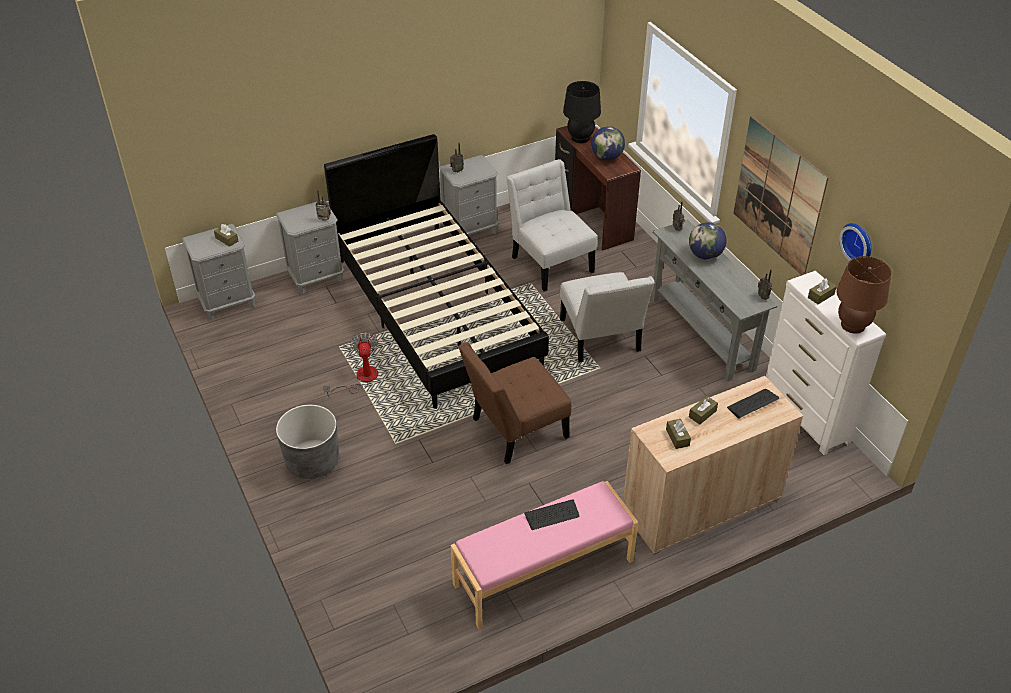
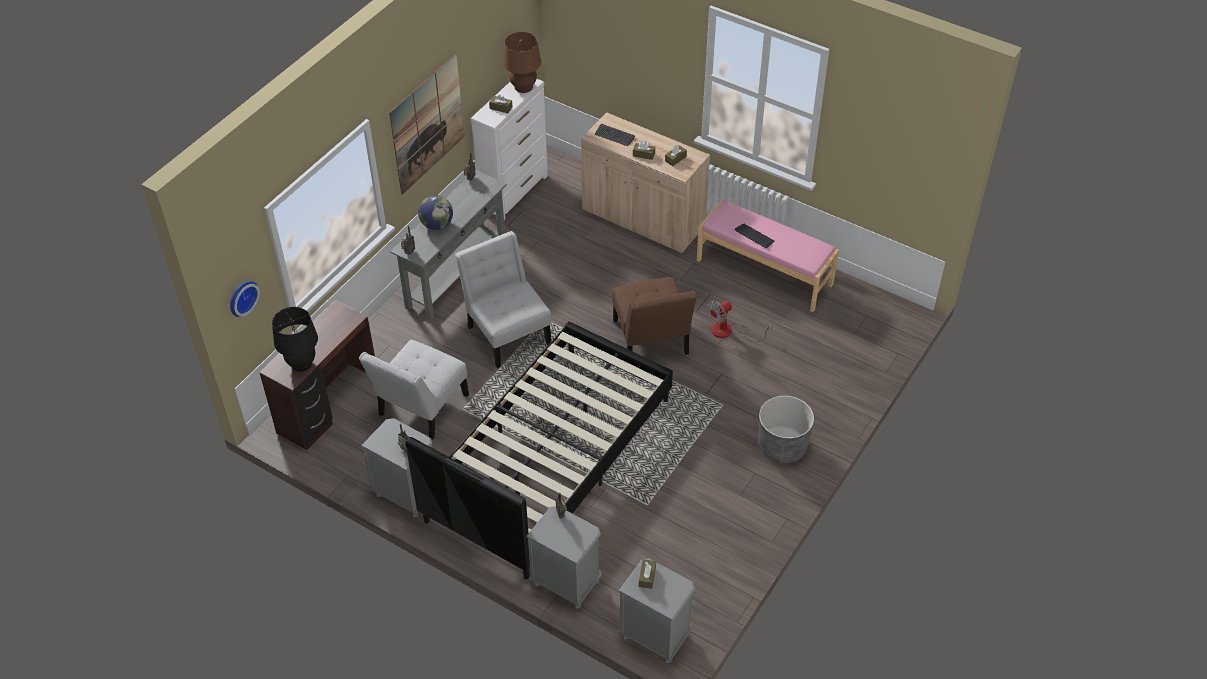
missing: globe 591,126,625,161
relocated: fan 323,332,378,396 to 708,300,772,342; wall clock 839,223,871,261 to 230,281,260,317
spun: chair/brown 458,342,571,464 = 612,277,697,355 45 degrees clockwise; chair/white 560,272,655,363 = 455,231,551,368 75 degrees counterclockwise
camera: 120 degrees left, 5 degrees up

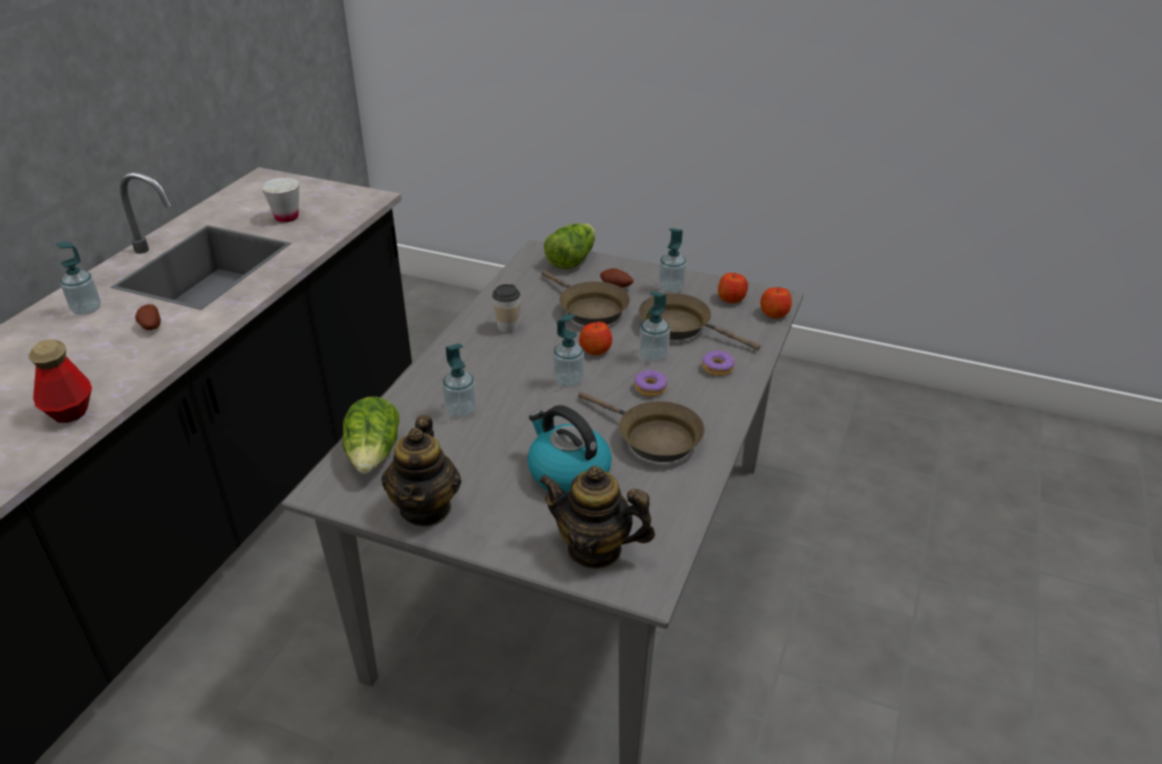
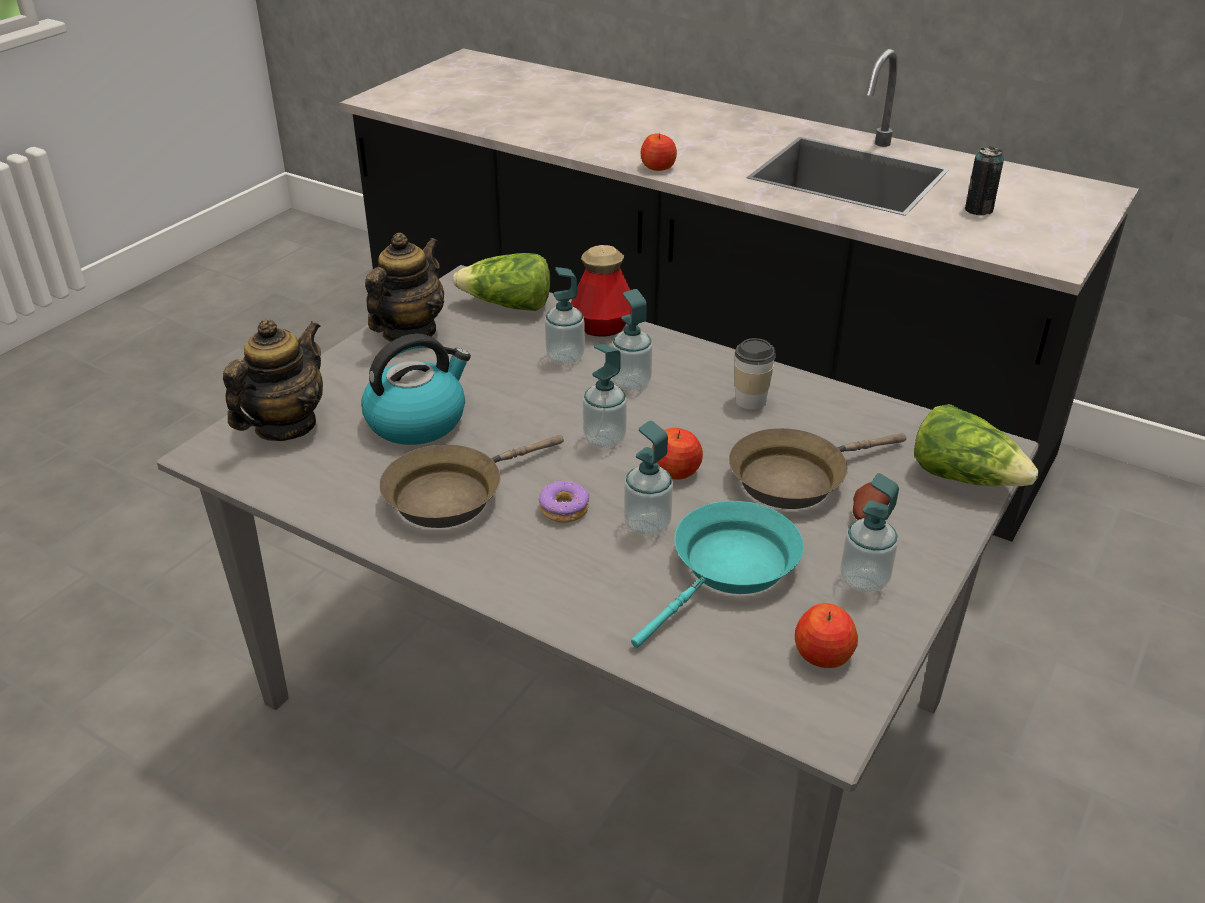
missing: potato 135,304,161,330; donut 702,351,735,376
relocated: bottle 28,339,92,423 to 571,245,631,337; soap dispenser 56,242,101,315 to 612,289,652,391; apple 760,287,792,318 to 640,132,677,171
exchanged: cup/white 261,178,299,222 to can 965,147,1004,215
colour: frying pan/brown 639,293,760,350 to frying pan/turquoise 631,501,804,648
spun: teapot 382,416,461,526 = 365,233,444,342 105 degrees clockwise
camera: 100 degrees right, 0 degrees up

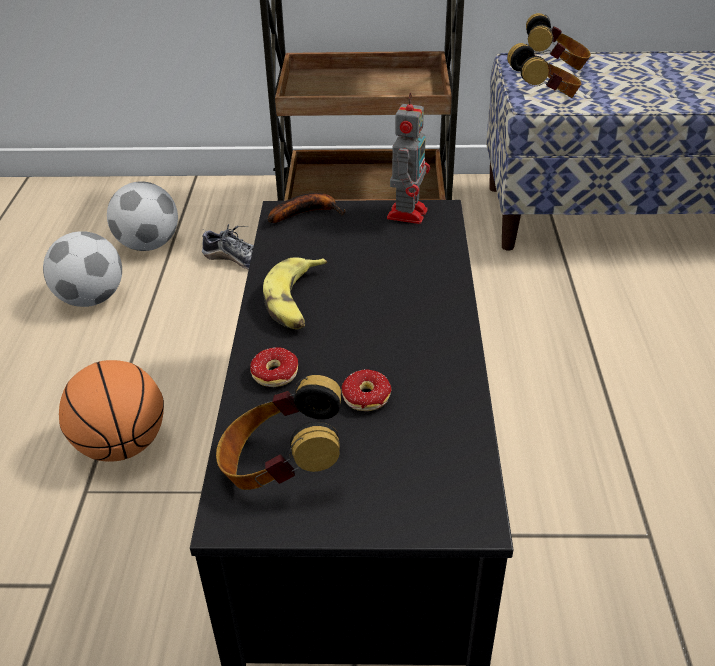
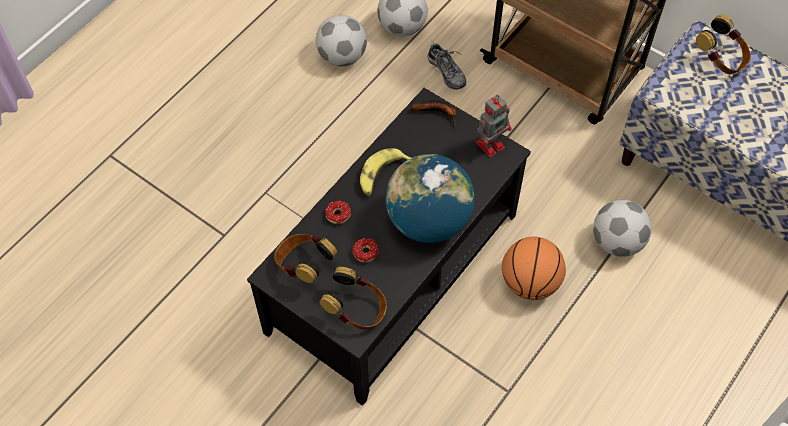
appeared: globe 385,154,474,243; football 593,200,652,257
relocated: basketball 59,360,164,462 to 502,237,566,300; headphones 507,43,581,98 to 319,267,387,329
camera: 35 degrees right, 20 degrees up

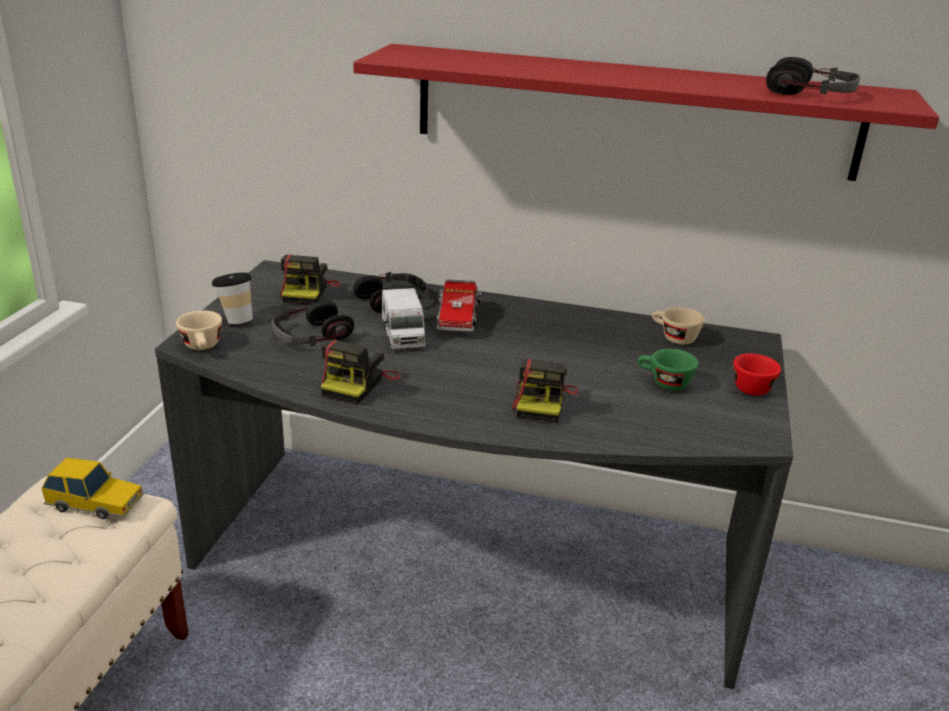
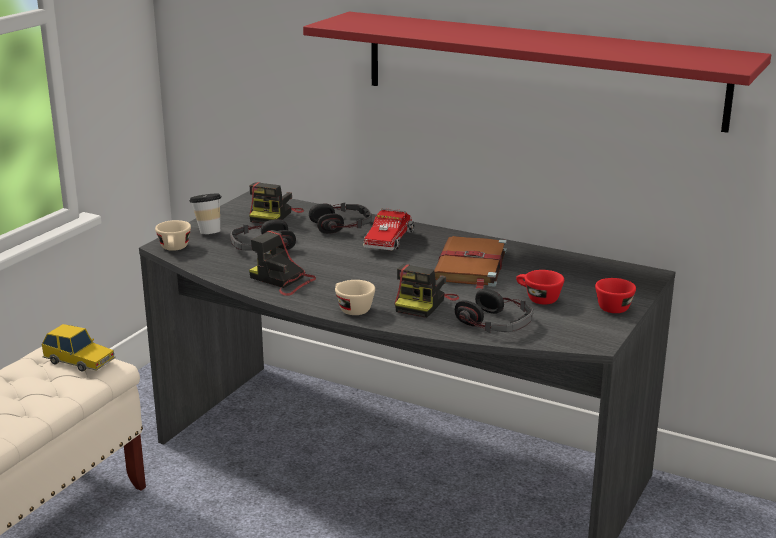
missing: toy truck 382,288,427,349
appeared: book/brown 434,236,507,289
relocated: cup/beige 652,307,705,345 to 335,280,375,315; headphones 766,57,860,95 to 455,289,533,333
colour: cup/green 637,349,698,391 to cup/red 516,270,564,305
spun: photo camera 321,340,401,404 = 249,230,316,296 90 degrees clockwise
camera: 15 degrees right, 5 degrees down

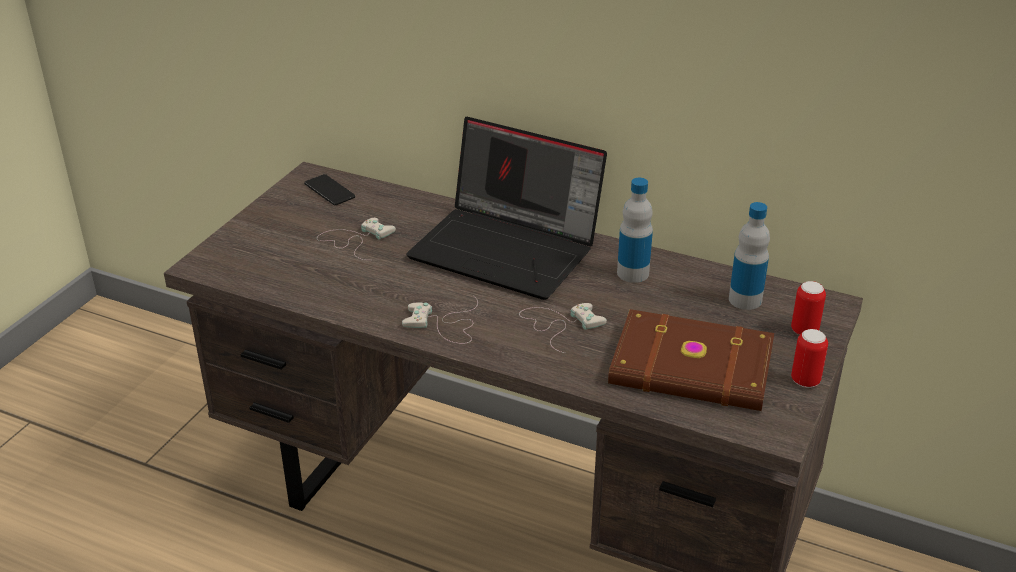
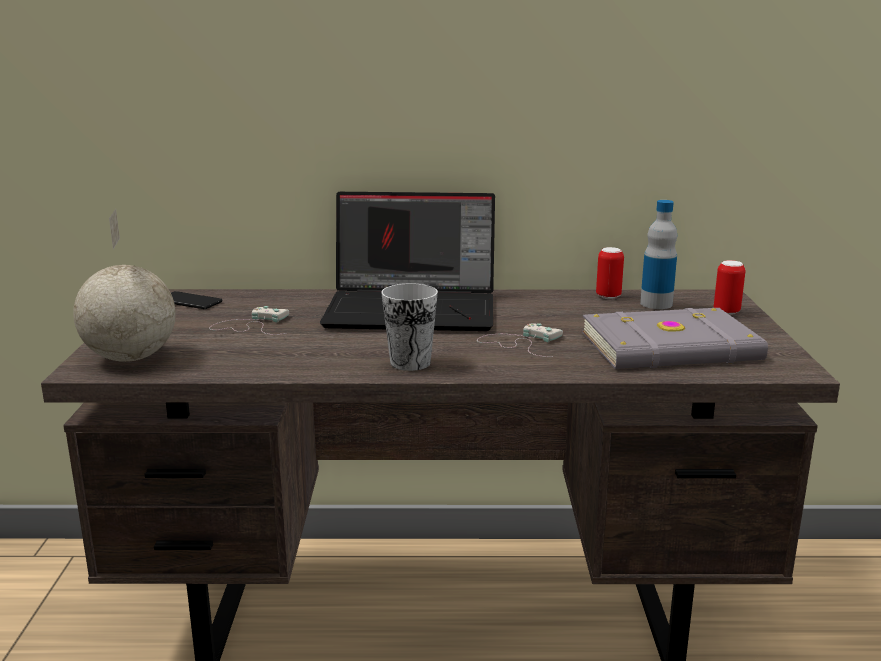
missing: bottle 617,178,653,283
appeared: globe 73,209,176,362
relocated: can 791,329,828,388 to 596,247,624,299
exchanged: game controller/white 402,296,478,344 to cup 381,283,438,371
colour: book/brown 608,309,774,411 to book/grey 582,308,768,369
camera: 25 degrees left, 15 degrees down

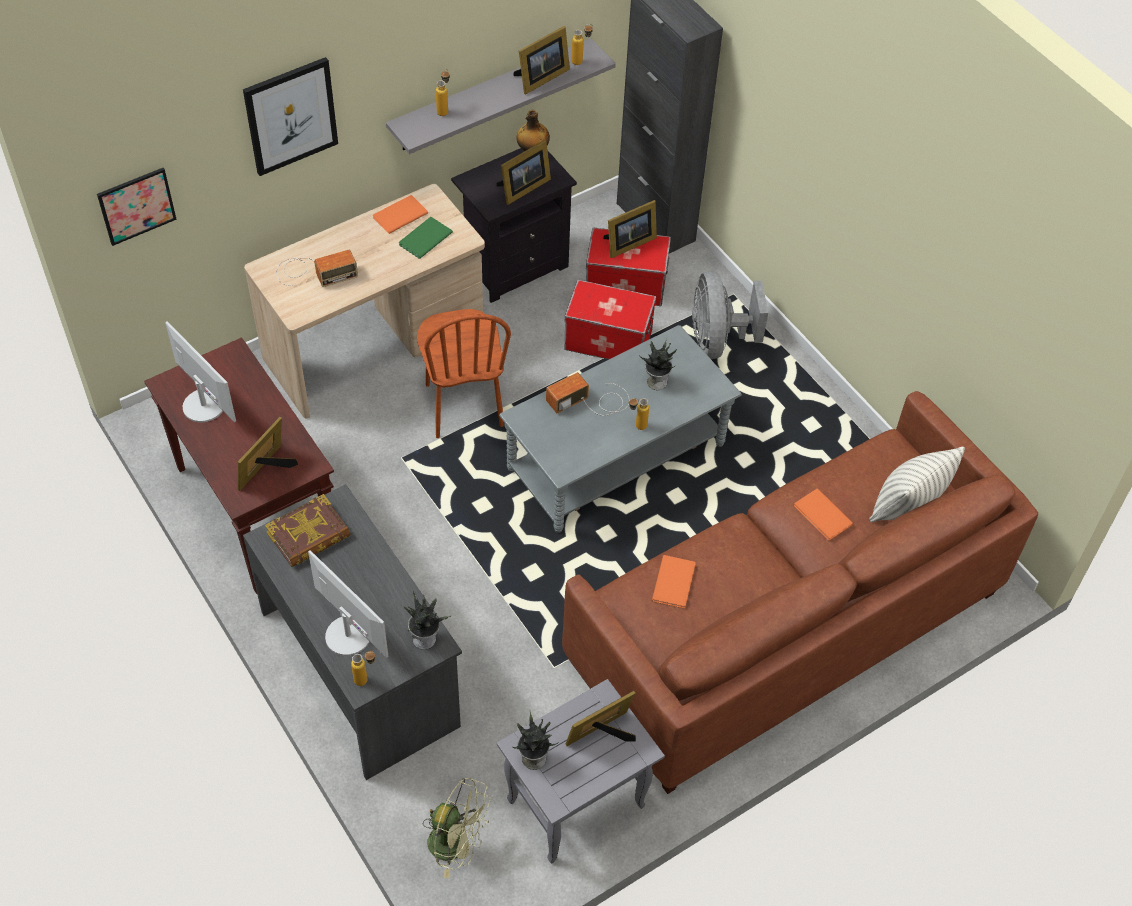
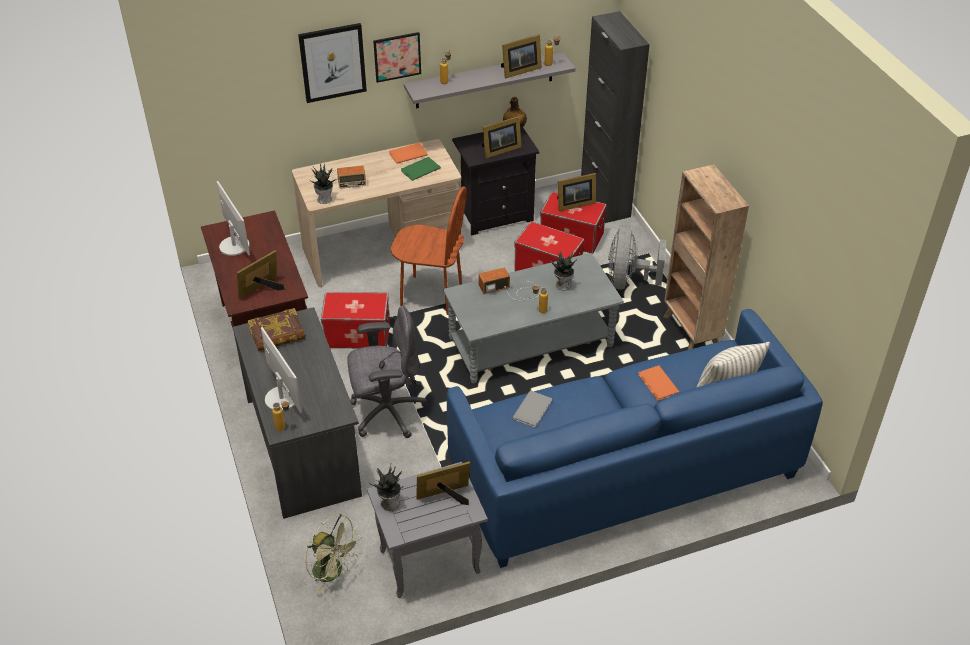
appeared: storage box 321,292,390,348; office chair/grey 347,306,427,438; bookcase/brown 664,164,749,350
relocated: picture 97,168,177,246 to 373,32,421,83; potted plant 404,591,451,650 to 310,163,337,204
colour: sofa/brown 562,391,1038,794 to sofa/blue 447,309,823,568; book/orange 652,555,696,608 to book/grey 512,391,552,428
spun: chair/brown 417,309,511,438 = 391,186,467,315 75 degrees counterclockwise
camera: 15 degrees right, 10 degrees down

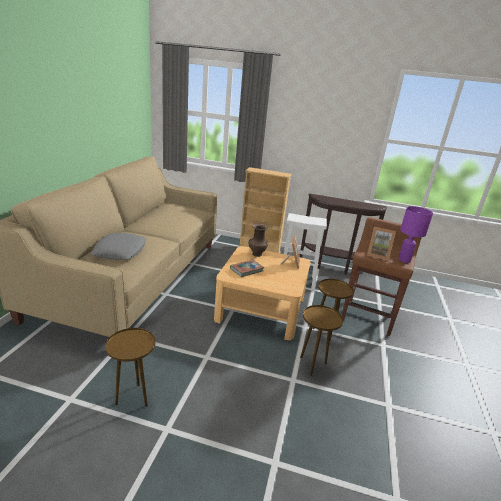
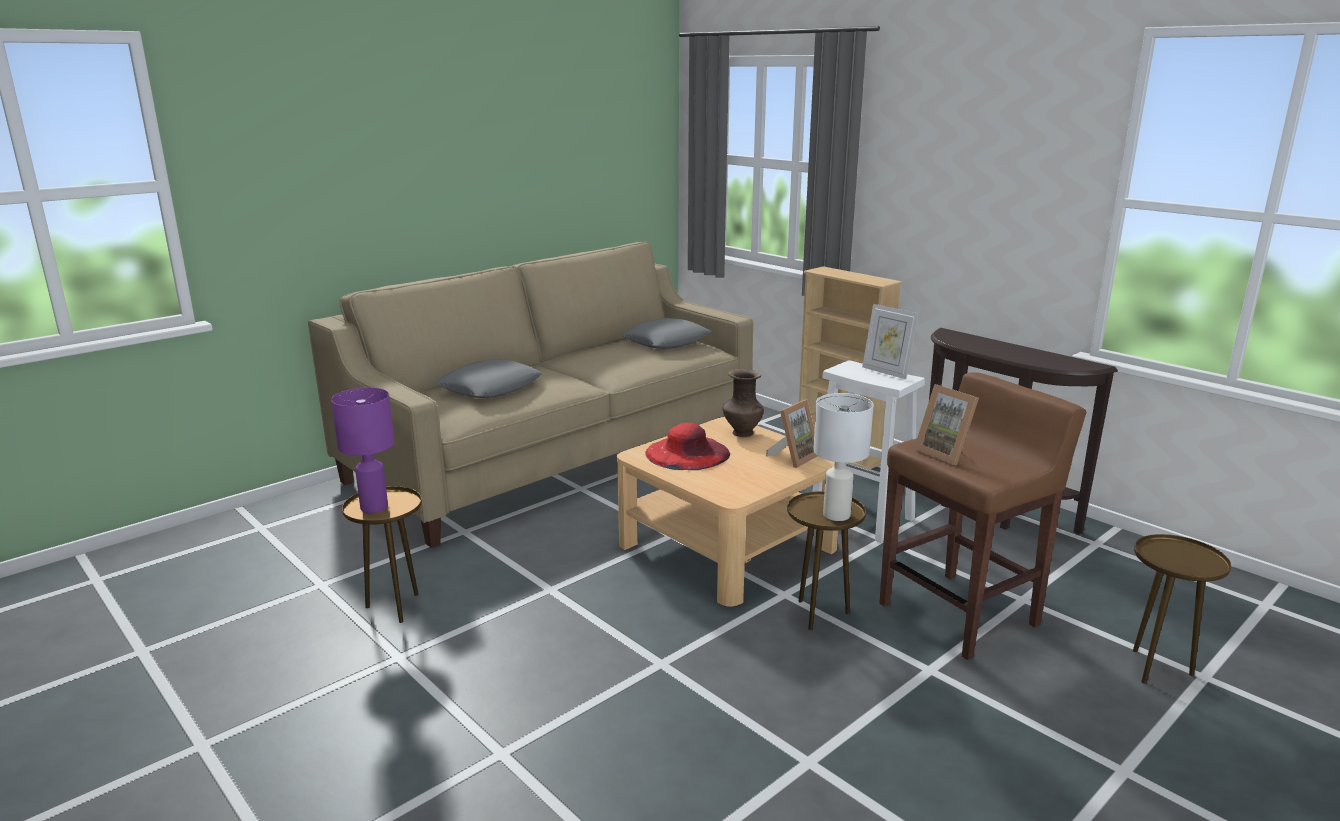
appeared: pillow/grey 621,318,712,349; table lamp/white 813,393,874,521; picture frame 862,304,919,379
relocated: side table/brown 300,305,343,376 to 1133,534,1231,684; table lamp/purple 398,206,433,263 to 331,387,394,513
exchanged: book 230,260,264,277 to hat/red 645,423,730,470
camera: 35 degrees right, 5 degrees down

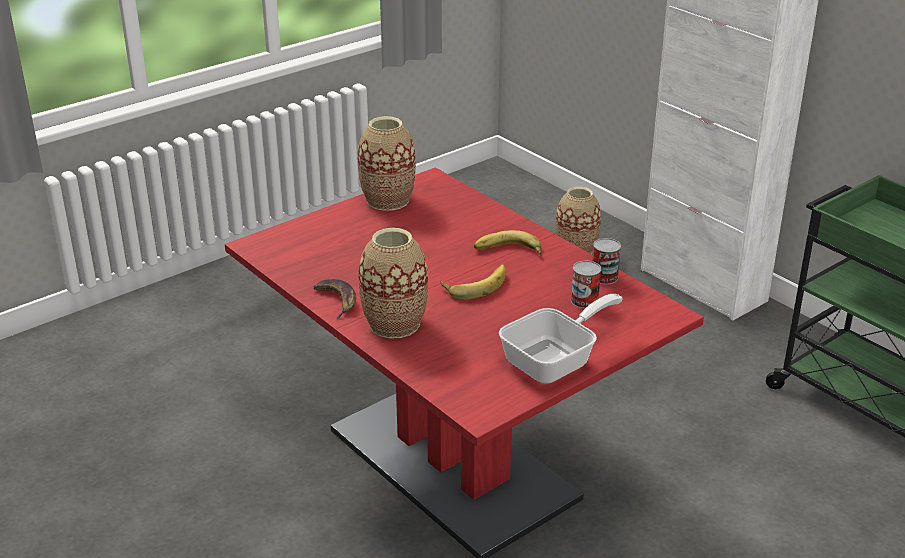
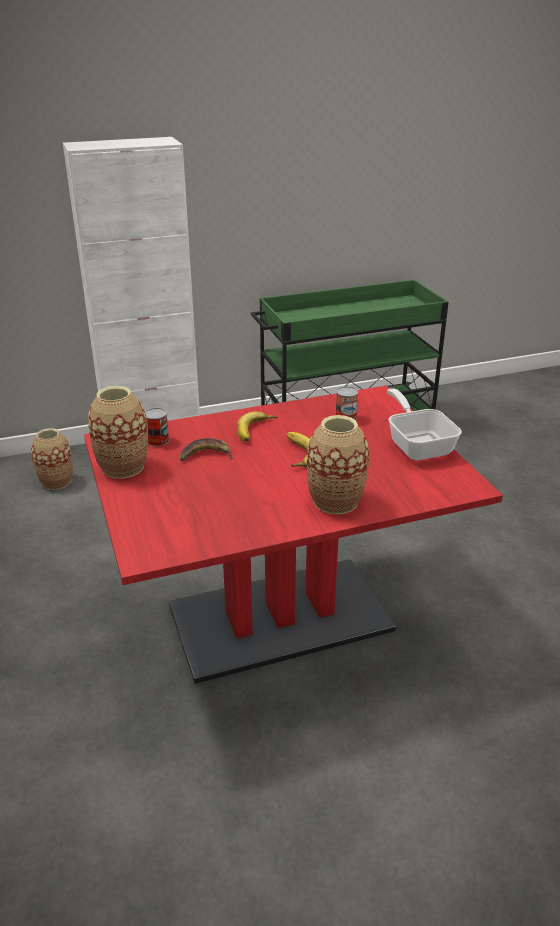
relocated: banana 313,279,356,320 to 180,438,234,461; can 593,238,621,285 to 145,408,169,446
camera: 70 degrees left, 0 degrees up

